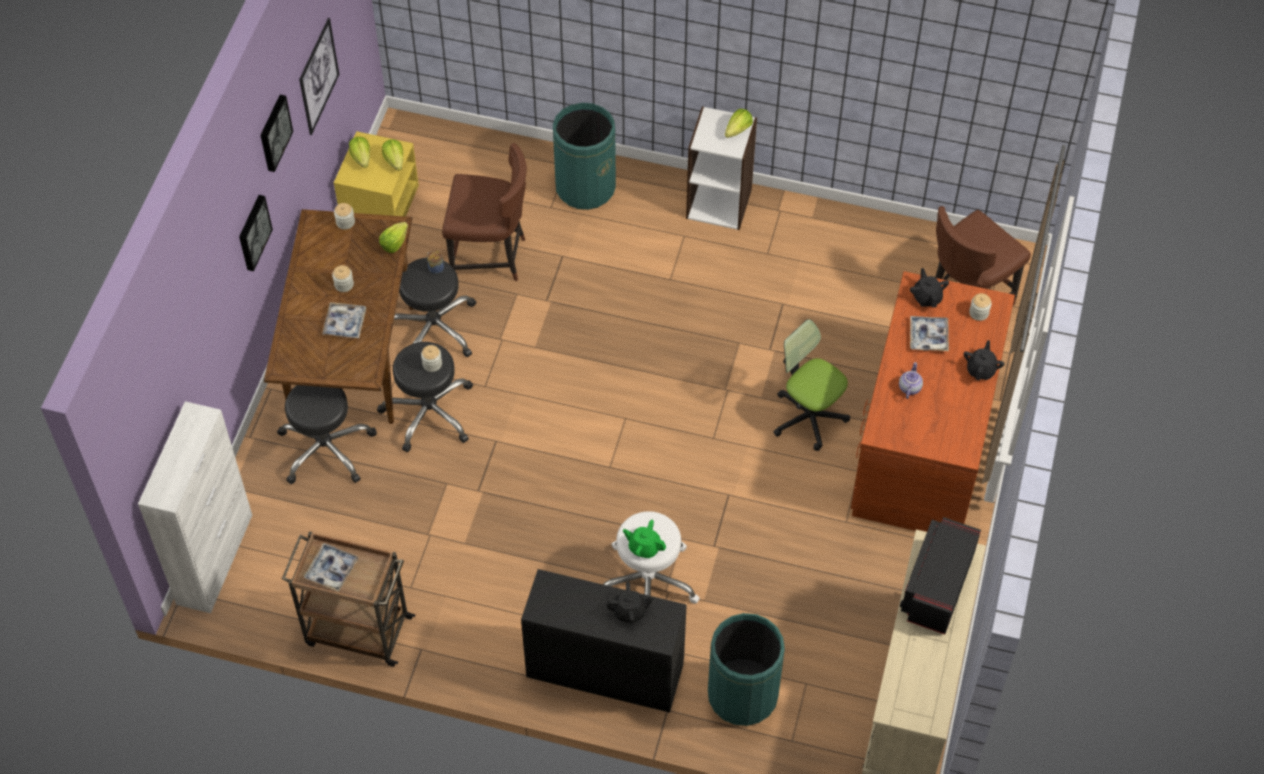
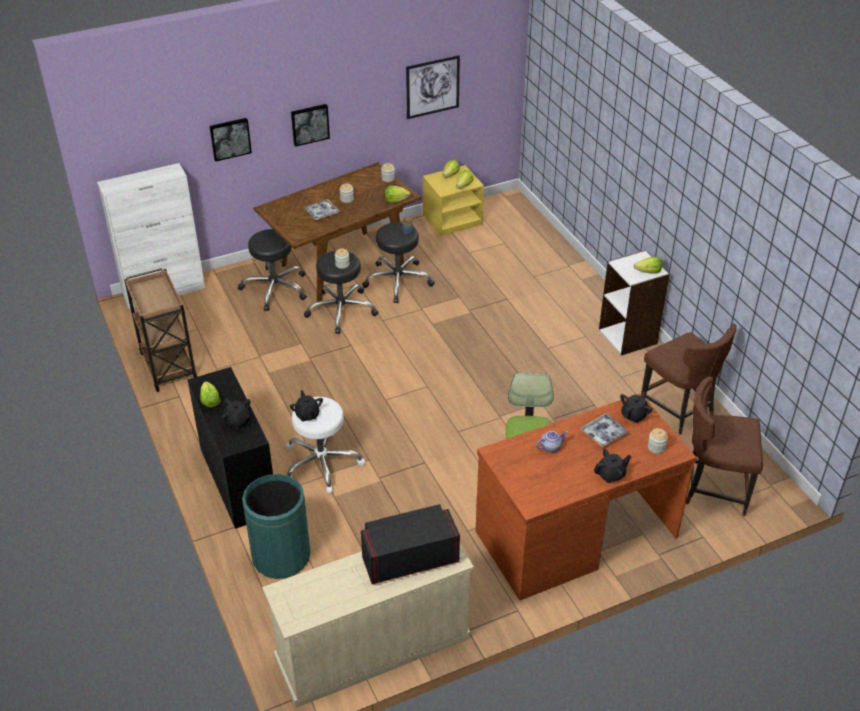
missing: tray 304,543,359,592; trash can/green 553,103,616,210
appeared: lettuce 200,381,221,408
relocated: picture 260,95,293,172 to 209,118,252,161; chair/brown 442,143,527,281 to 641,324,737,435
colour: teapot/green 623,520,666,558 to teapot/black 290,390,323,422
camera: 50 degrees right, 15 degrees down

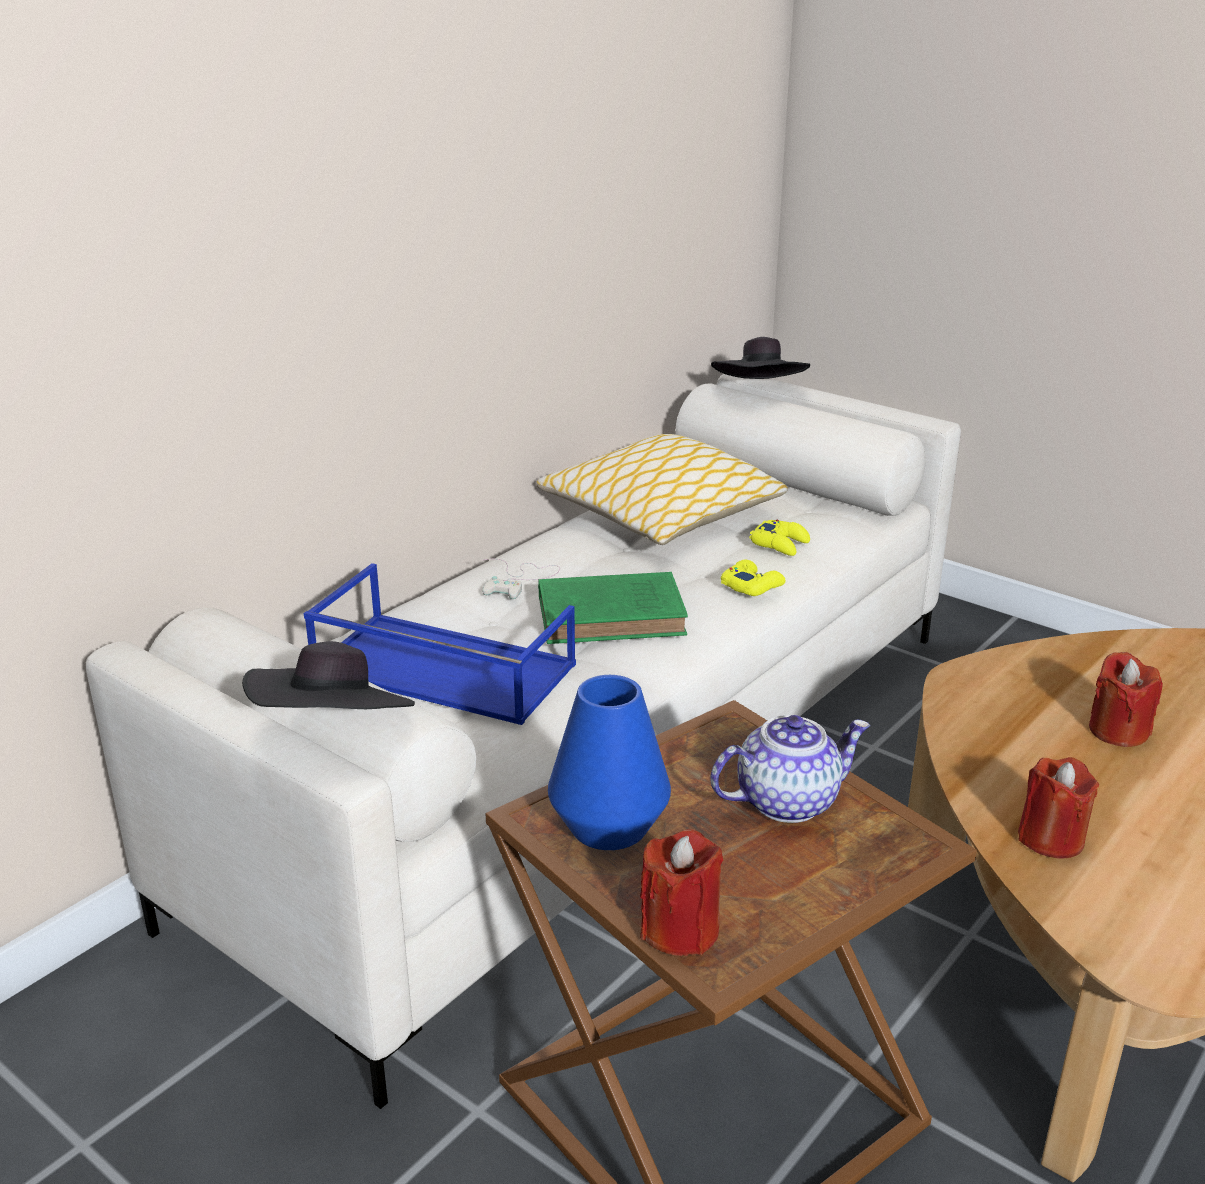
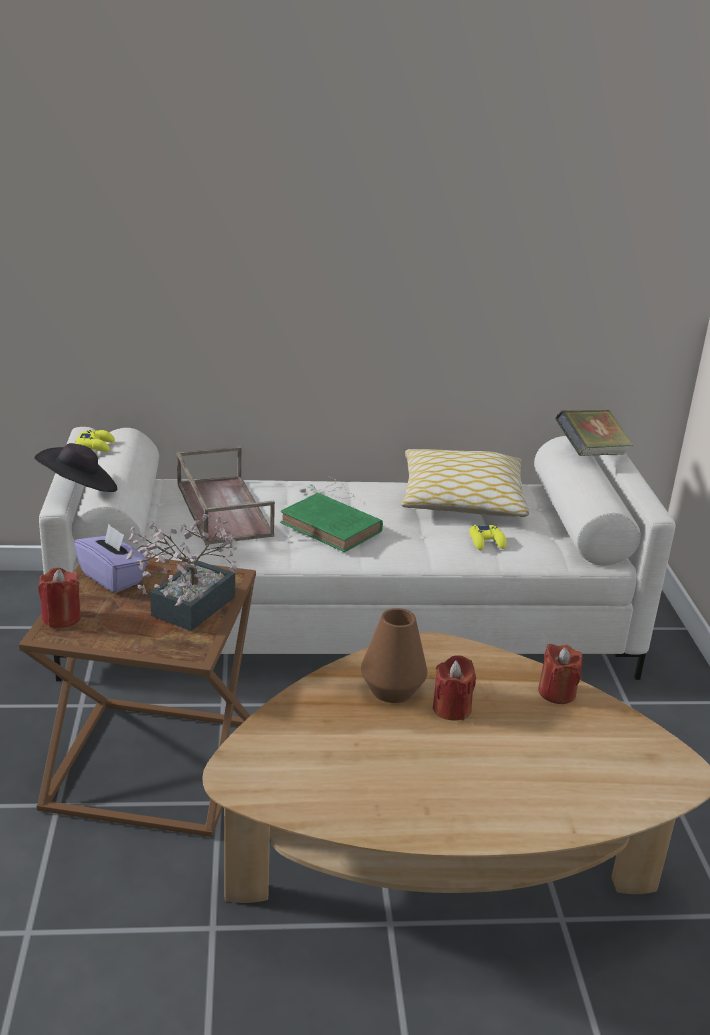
appeared: vase/brown 361,608,427,703
relocated: game controller/yellow 721,560,786,596 to 75,430,115,452; candle/red 1018,757,1099,859 to 538,644,582,704
exchanged: vase/blue 548,675,671,850 to tissue box/purple 74,524,148,593; teapot 710,715,871,823 to potted plant 126,514,237,631; hat/black 711,337,810,379 to book 555,410,634,456
colour: tray/blue 304,563,576,725 to tray/brown 177,446,275,545
camera: 45 degrees right, 0 degrees up

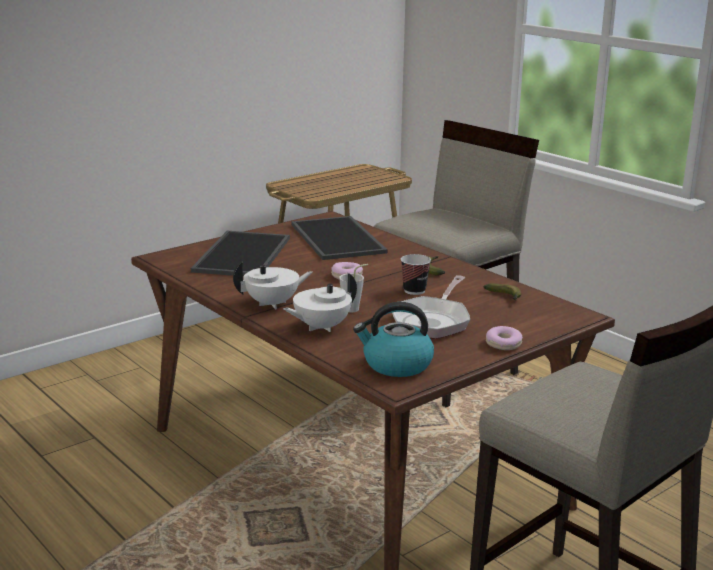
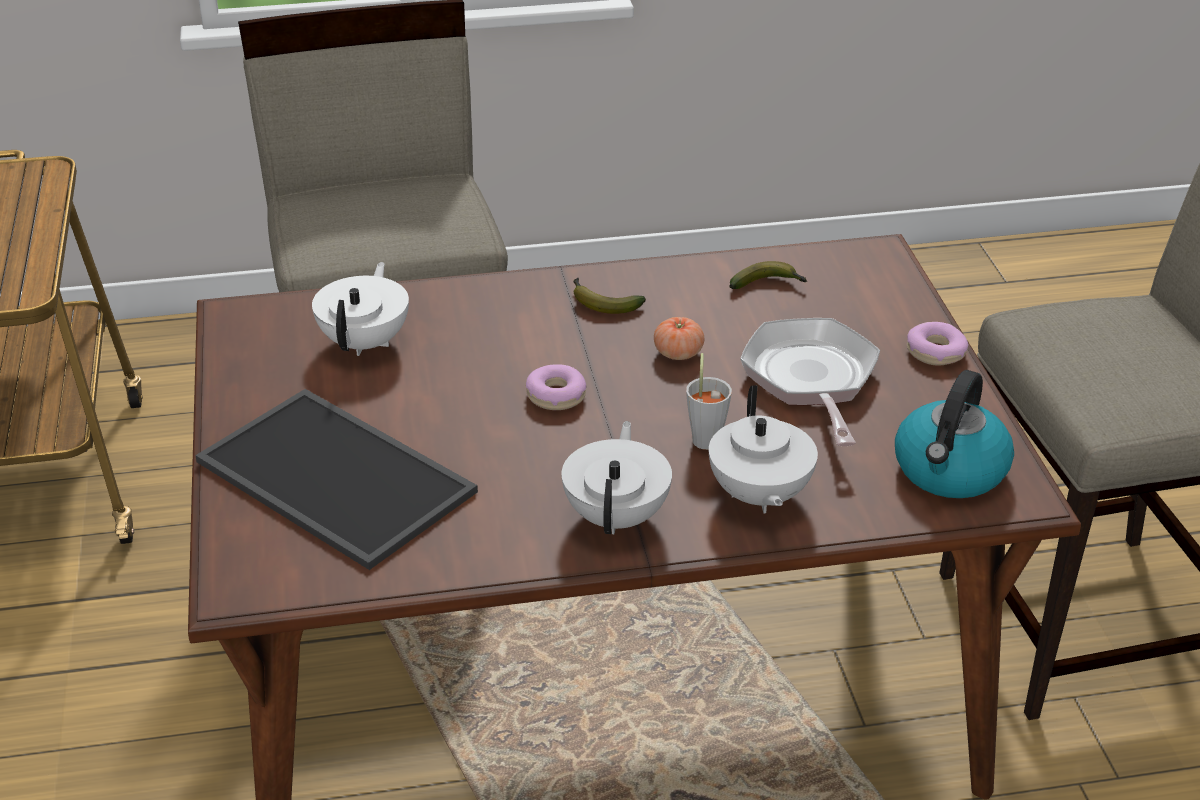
exchanged: tray 292,216,387,260 to teapot/white 312,262,409,356; cup 401,254,431,295 to tomato 654,317,704,360
spun: frying pan 392,275,470,339 = 740,318,880,446 150 degrees counterclockwise
camera: 60 degrees left, 15 degrees up

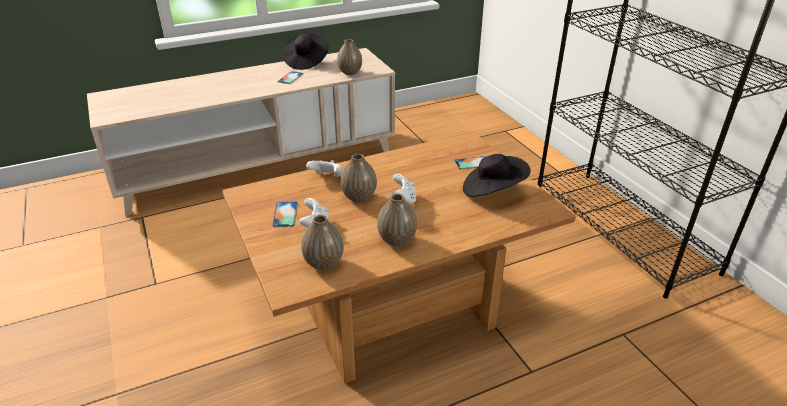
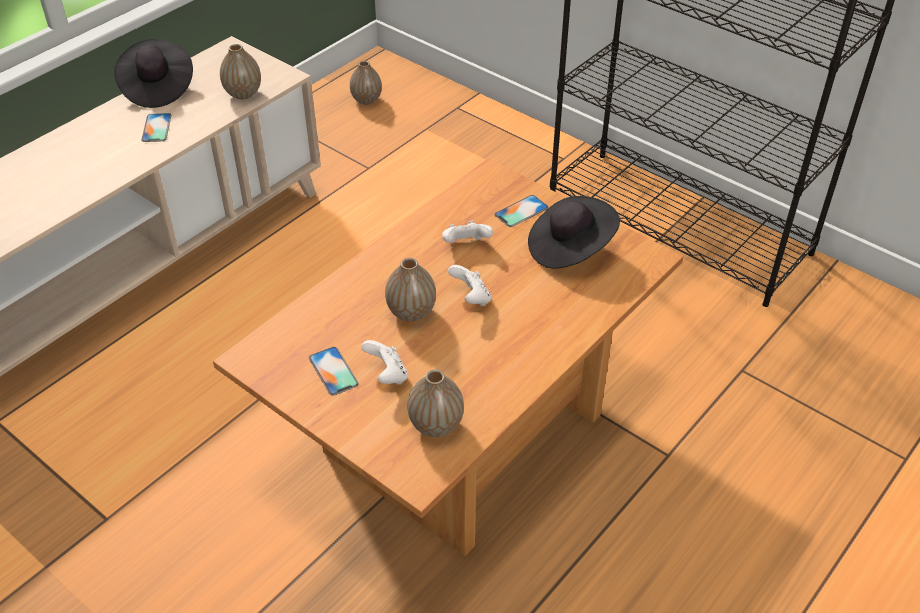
relocated: game controller/white 306,160,343,177 to 442,221,493,243; vase 377,194,417,246 to 350,61,382,105
camera: 25 degrees left, 10 degrees up

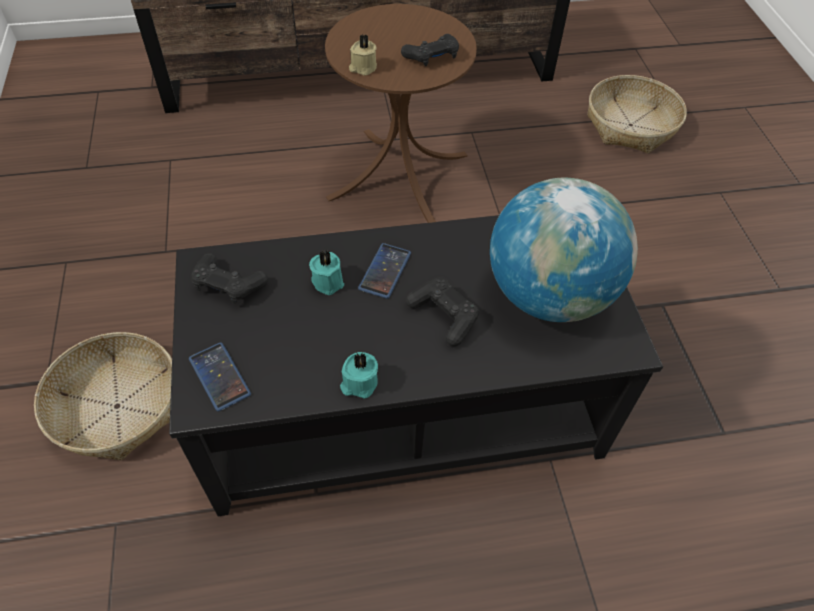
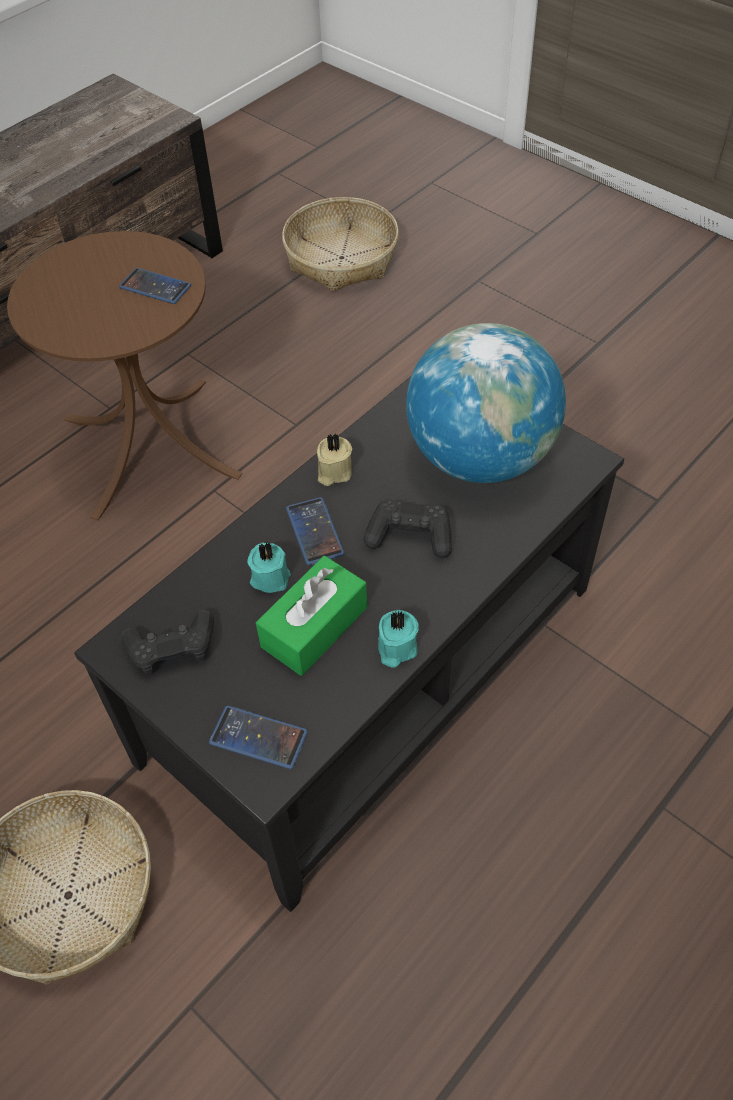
appeared: tissue box/green 256,556,367,676
relocated: candle/beige 349,34,377,76 to 317,433,352,486
exchanged: game controller/black 401,34,459,66 to phone 119,268,191,304
camera: 35 degrees left, 0 degrees up

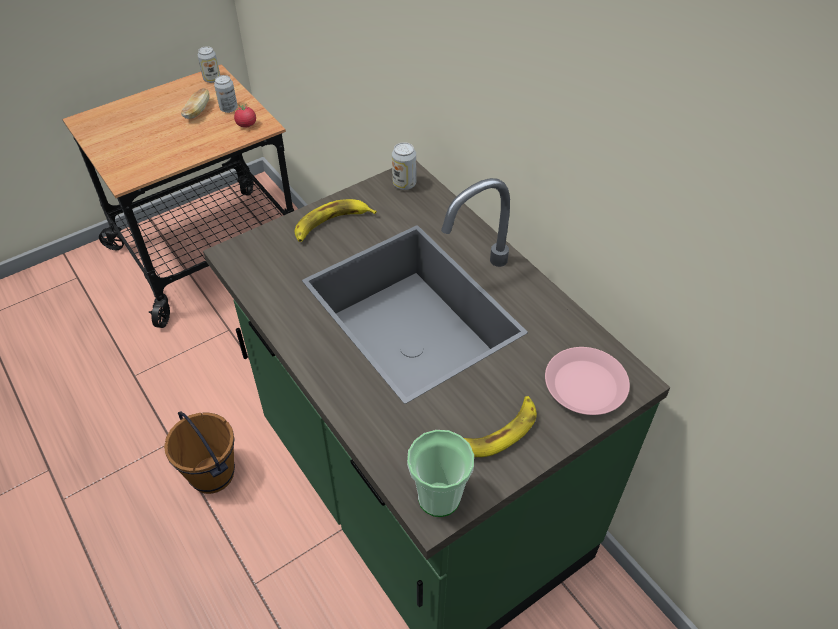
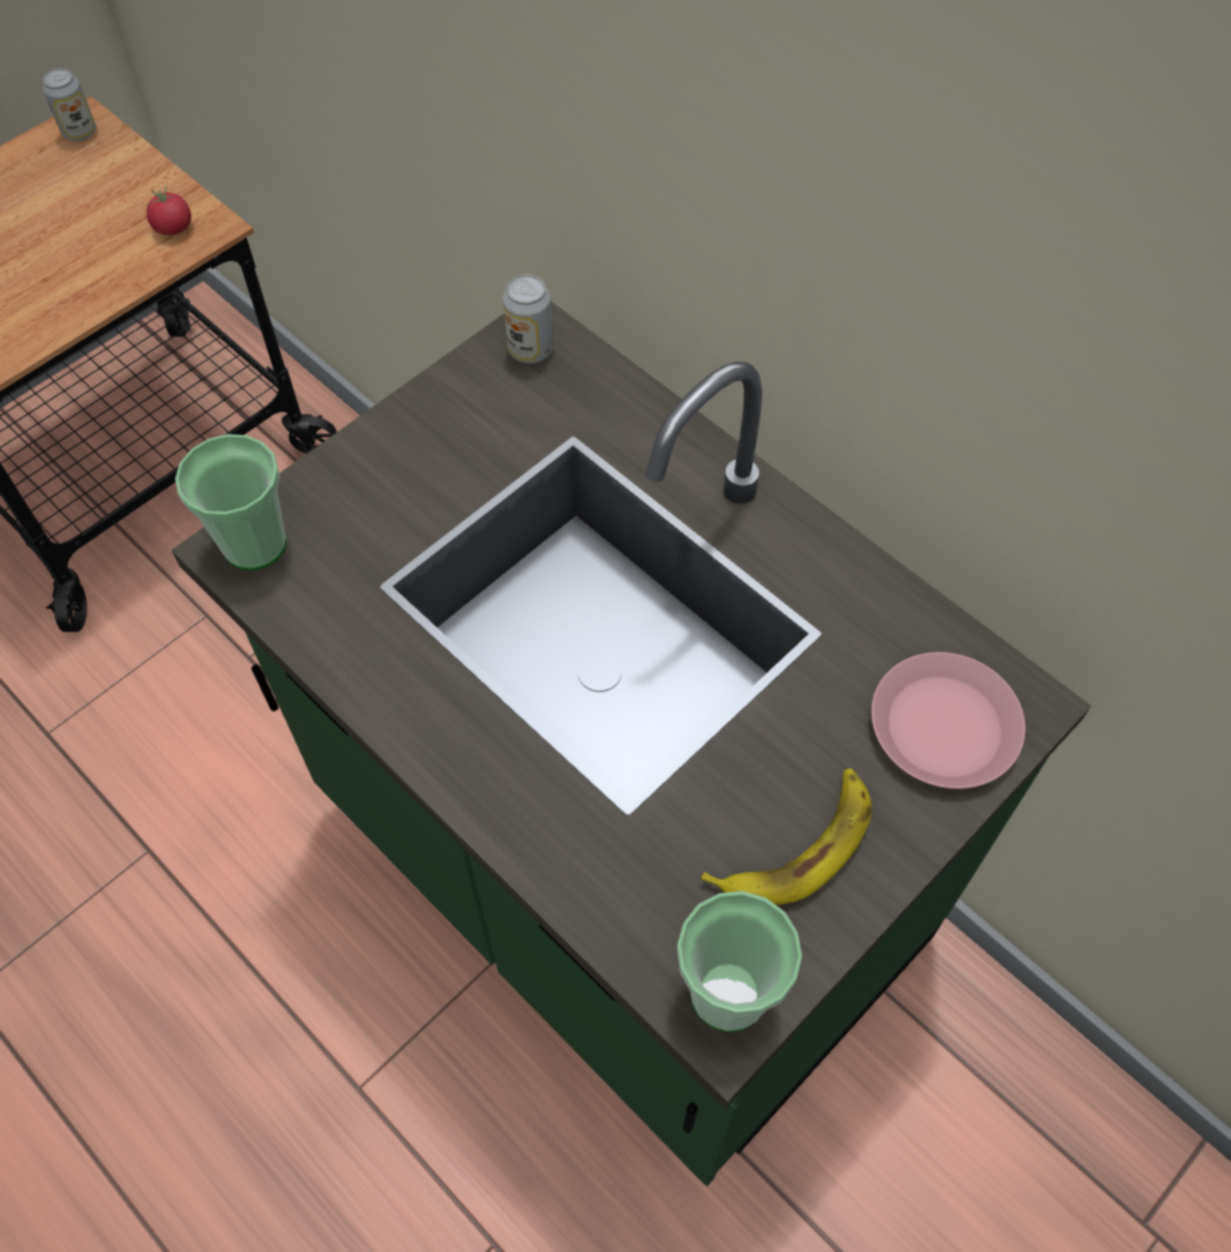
missing: bucket/brown 164,412,235,494; bread 181,88,210,119; can 214,75,238,113; banana 295,199,377,242
appeared: cup 175,434,287,570
camera: 10 degrees left, 10 degrees up

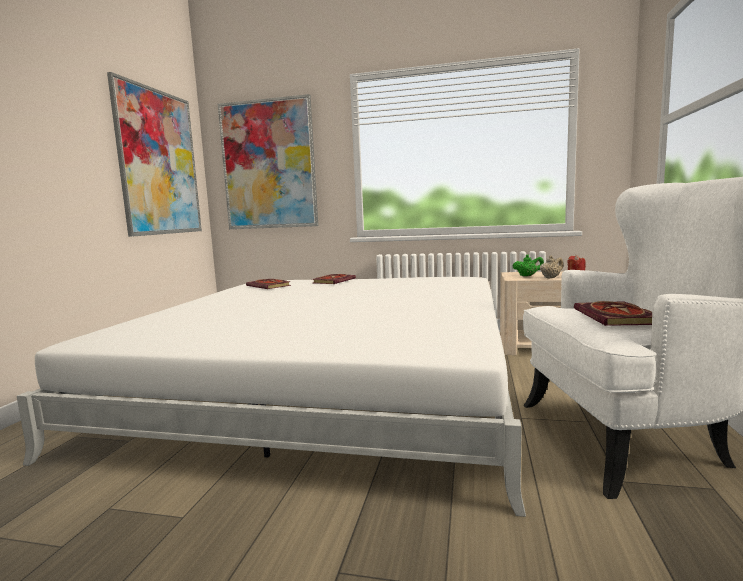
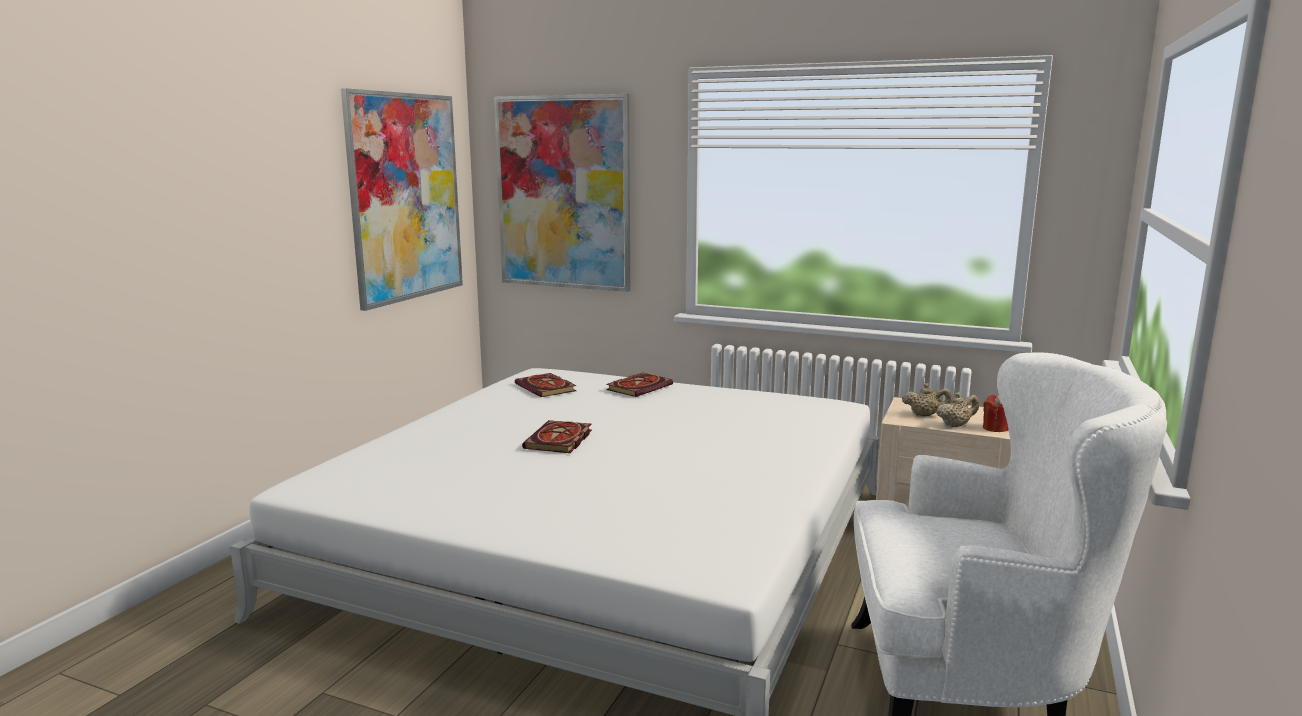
relocated: book 574,301,652,326 to 522,420,592,453
colour: teapot/green 512,255,544,276 to teapot/beige 902,383,952,416
camera: 10 degrees right, 5 degrees up

